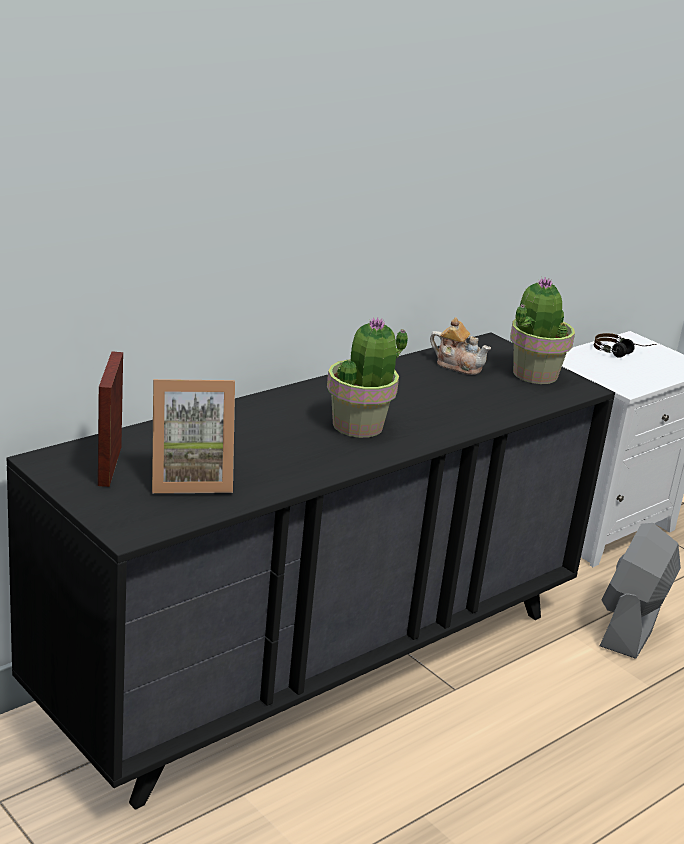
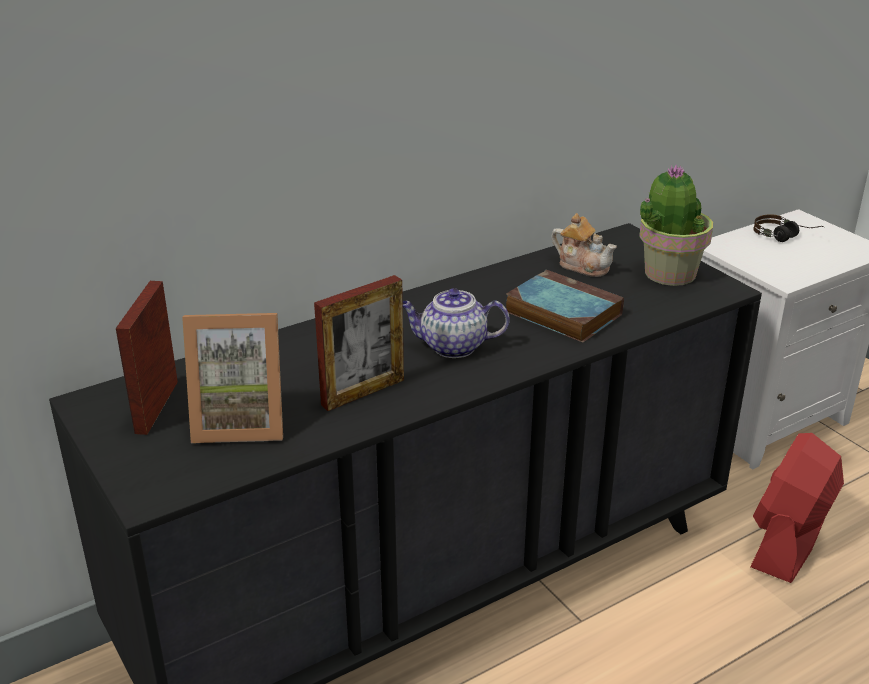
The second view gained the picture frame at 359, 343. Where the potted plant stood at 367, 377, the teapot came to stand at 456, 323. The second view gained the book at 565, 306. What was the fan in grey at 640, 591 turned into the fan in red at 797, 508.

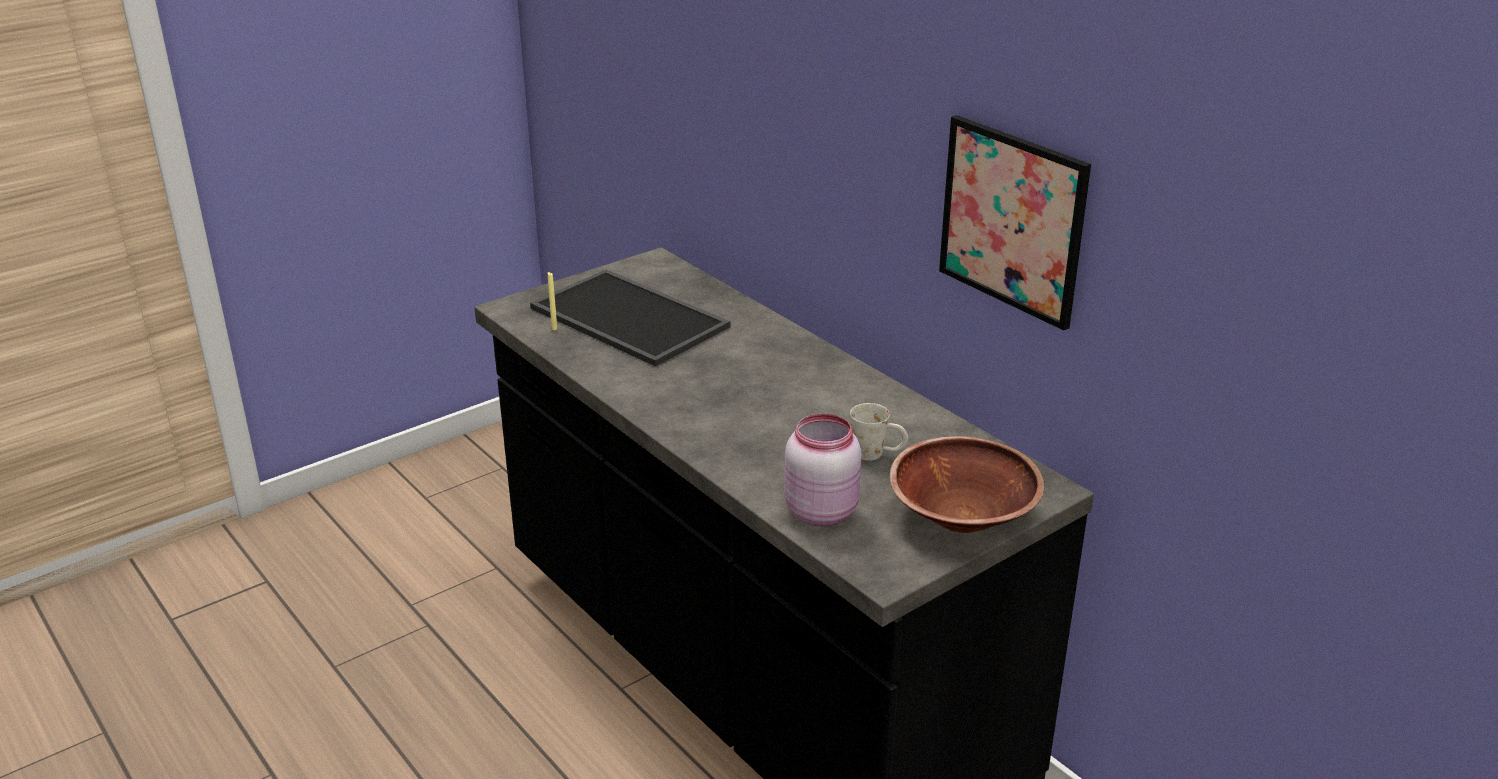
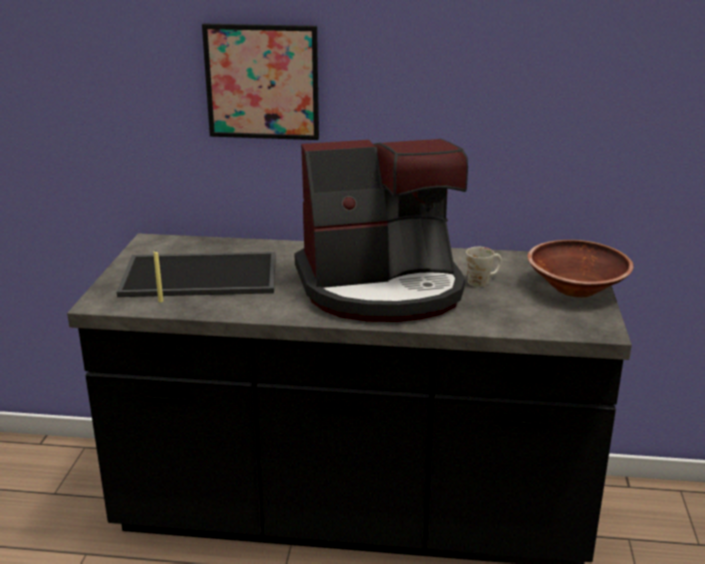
The picture ended up elsewhere, having gone from 1015, 223 to 260, 82. The second view gained the coffee machine at 381, 230. The second view lost the jar in pink at 823, 470.

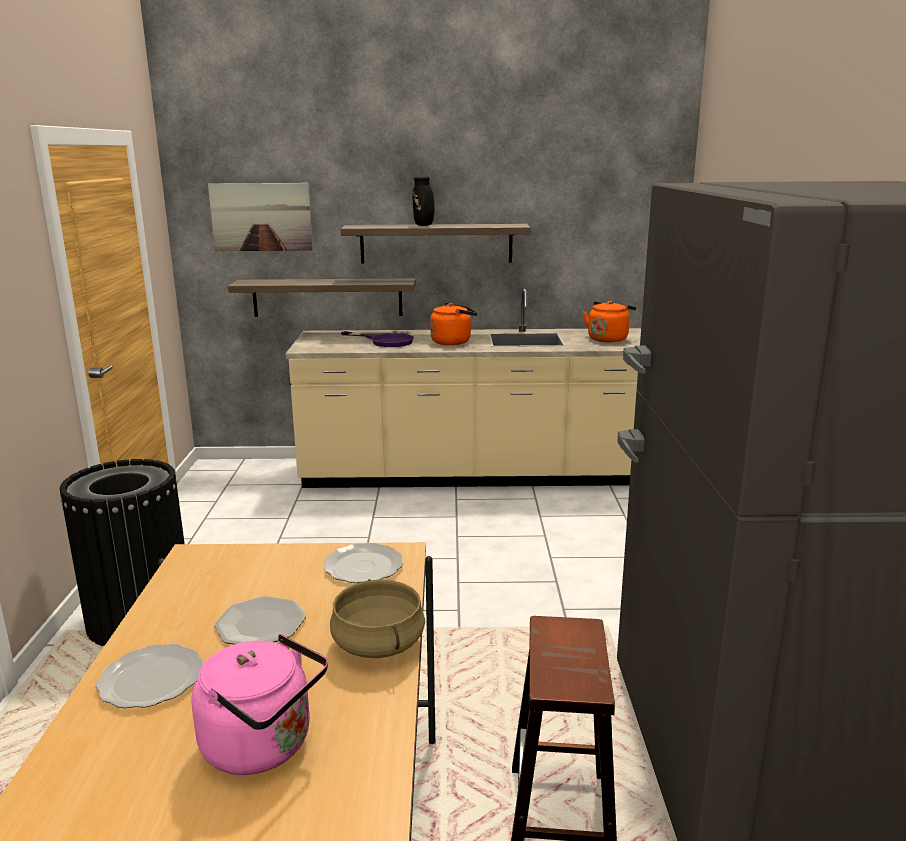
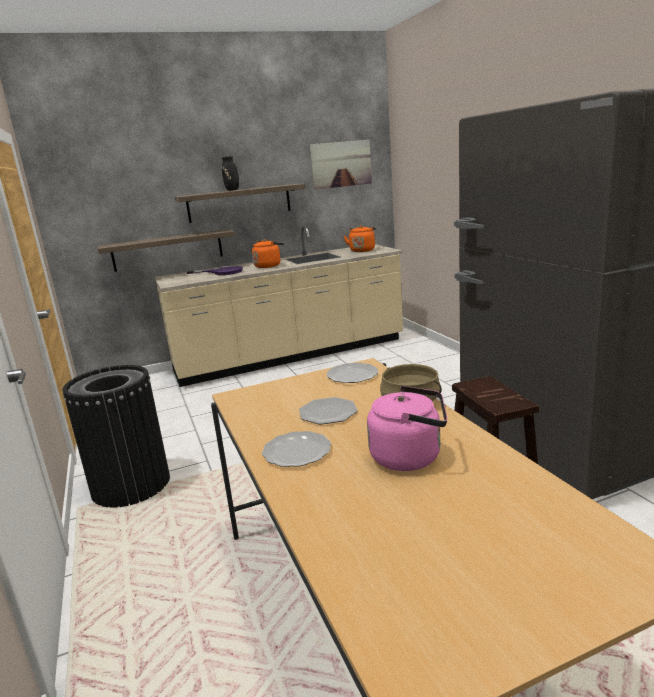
The picture ended up elsewhere, having gone from 260, 217 to 341, 165.

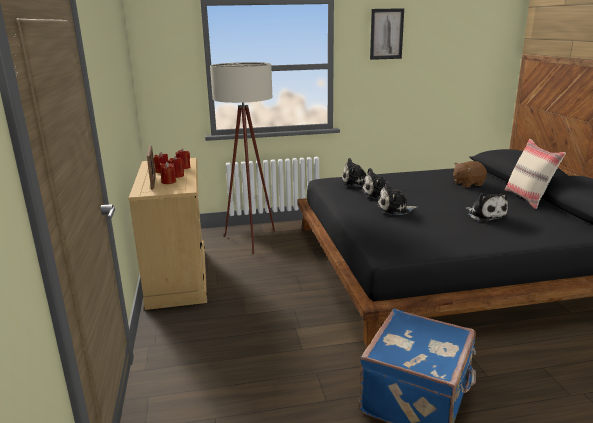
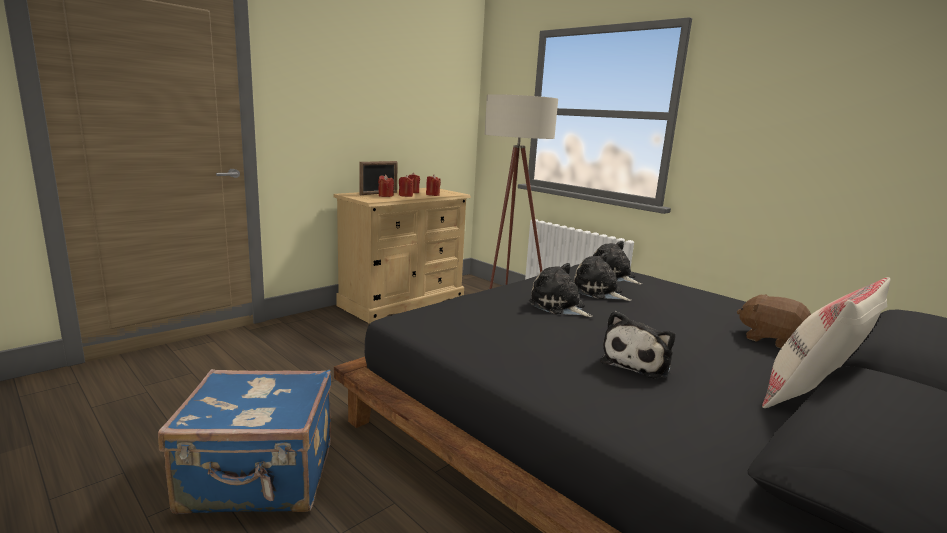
The second view lost the picture at 387, 34.

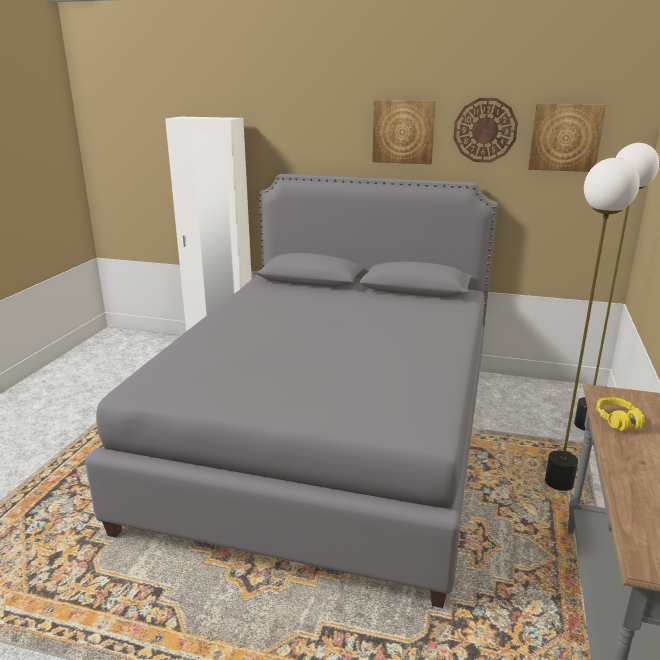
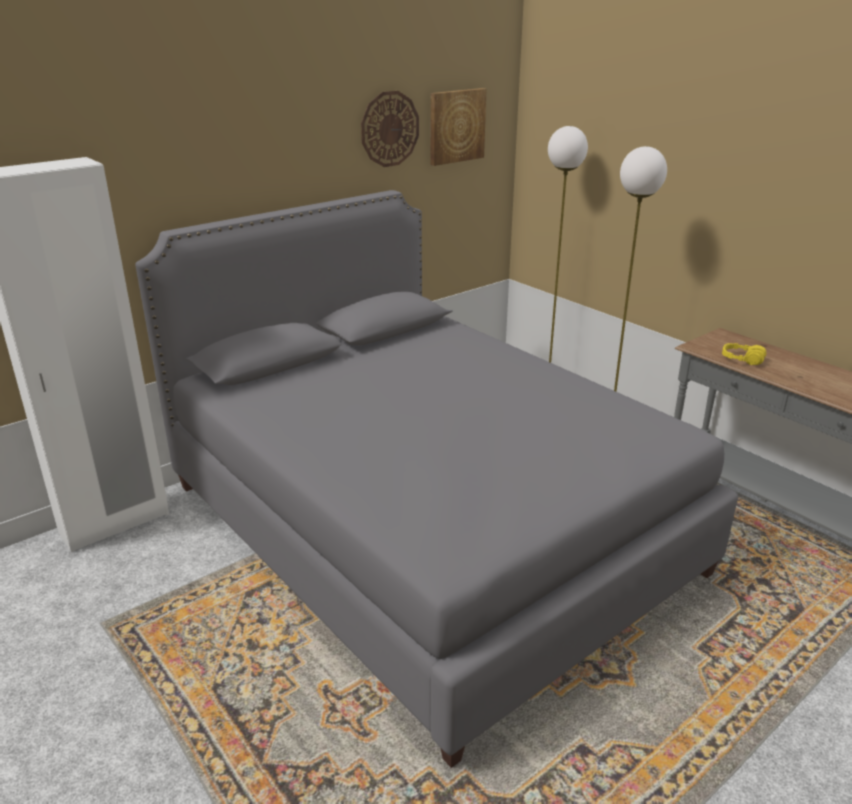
The second view lost the picture at 404, 132.

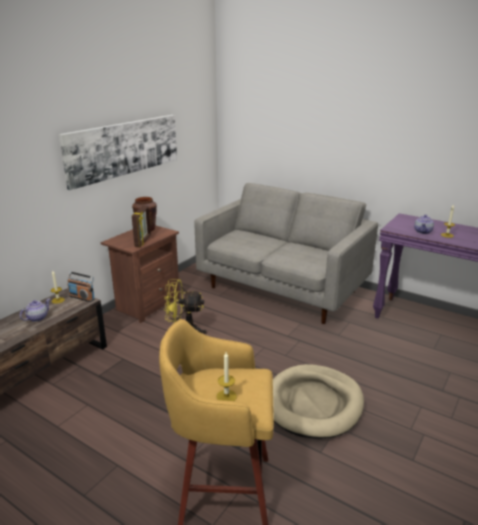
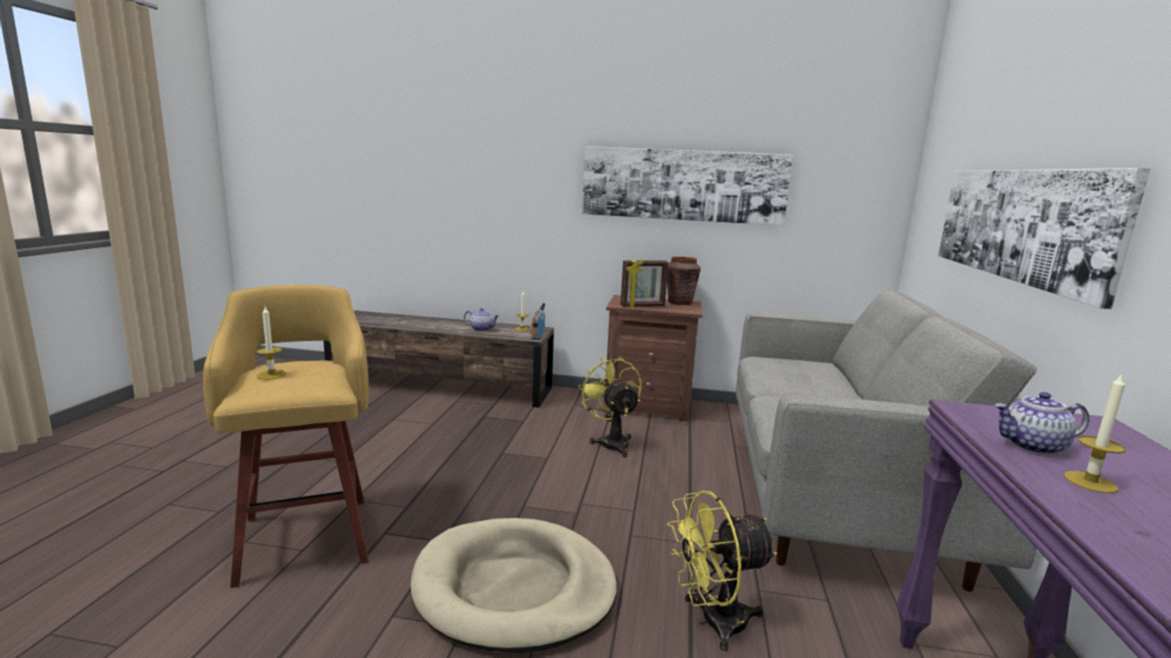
The second view gained the fan in yellow at 722, 570. The second view gained the picture at 1044, 238.

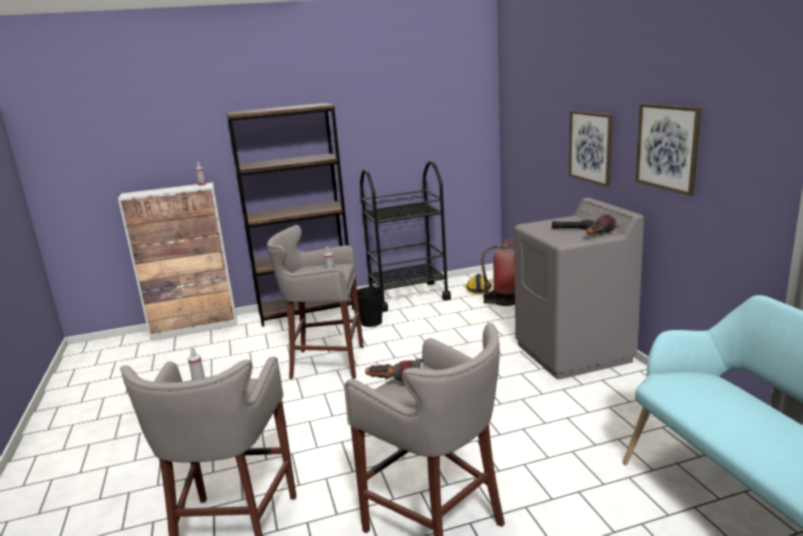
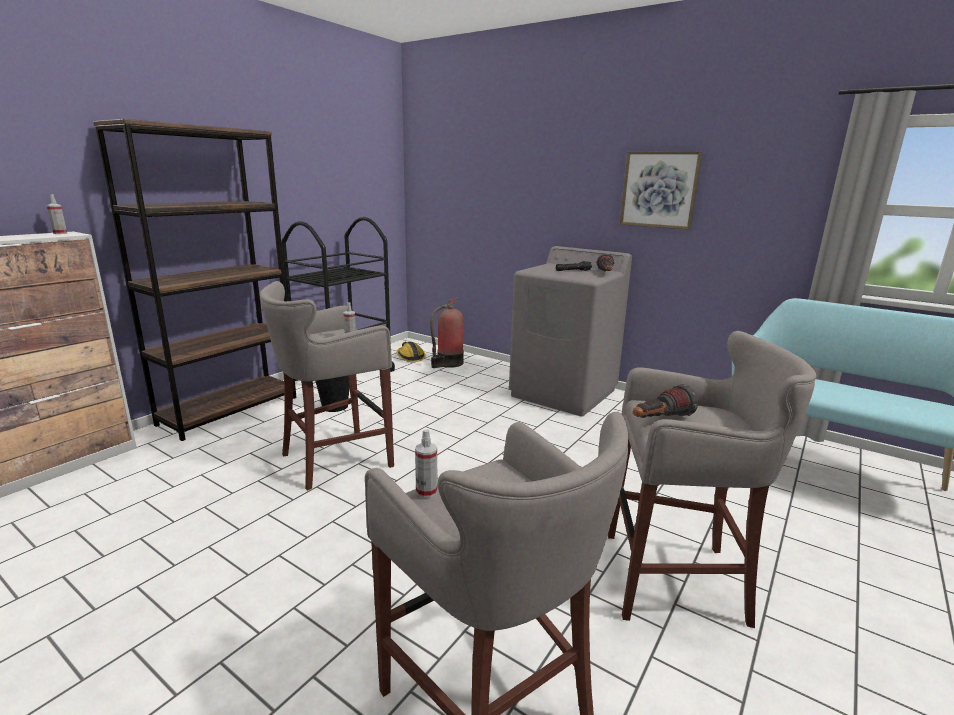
The second view lost the picture at 591, 149.

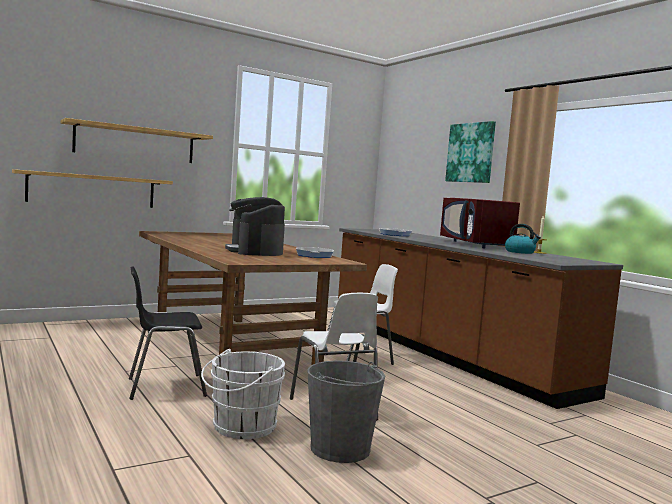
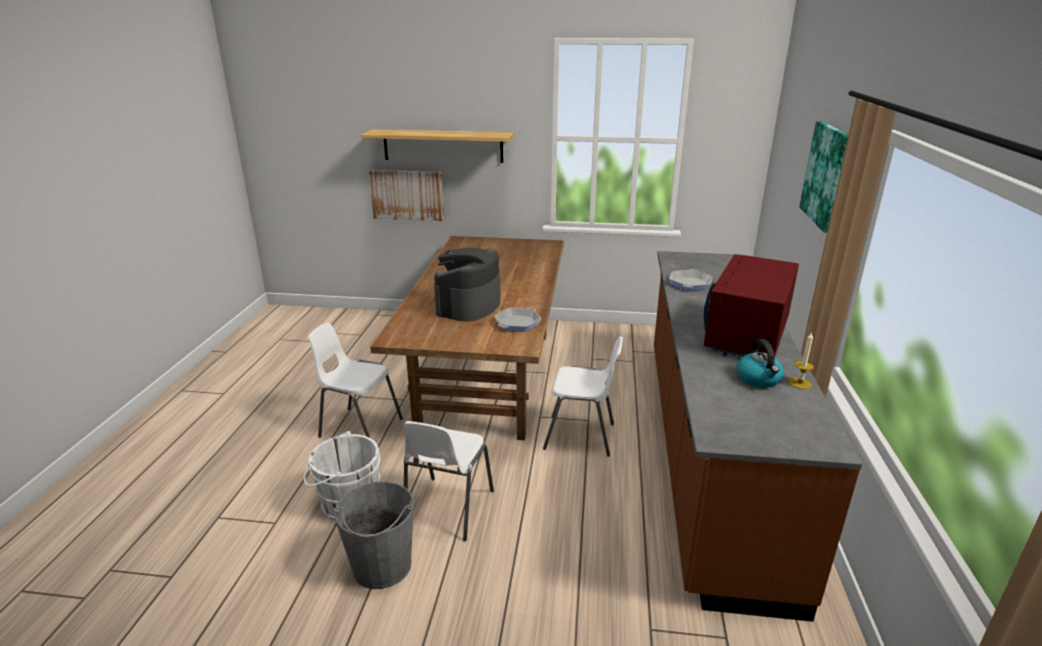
What was the chair in black at 168, 333 turned into the chair in white at 355, 380. Where the shelf hung at 92, 188, the picture came to hang at 406, 195.

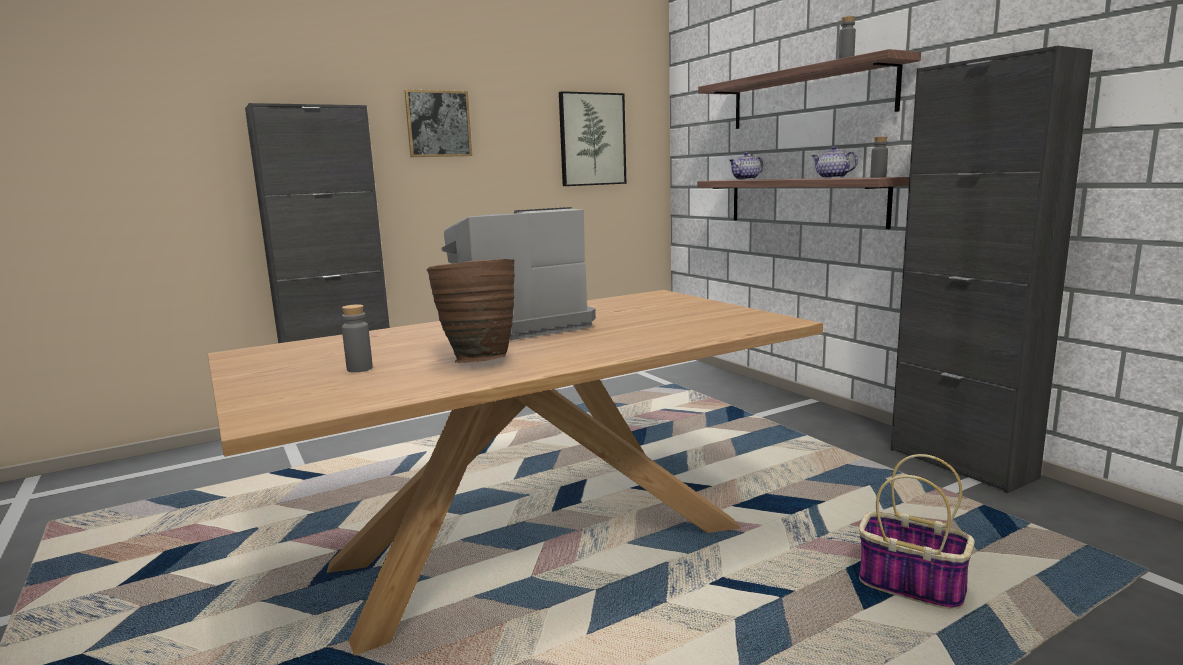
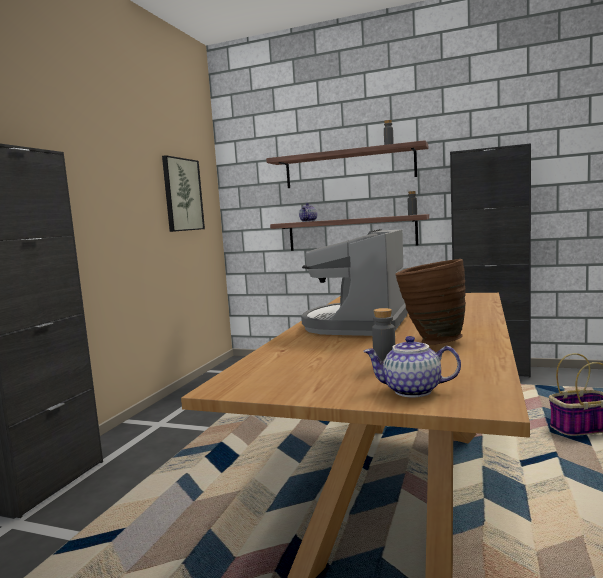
The teapot ended up elsewhere, having gone from 835, 162 to 412, 366. The second view lost the picture at 438, 123.

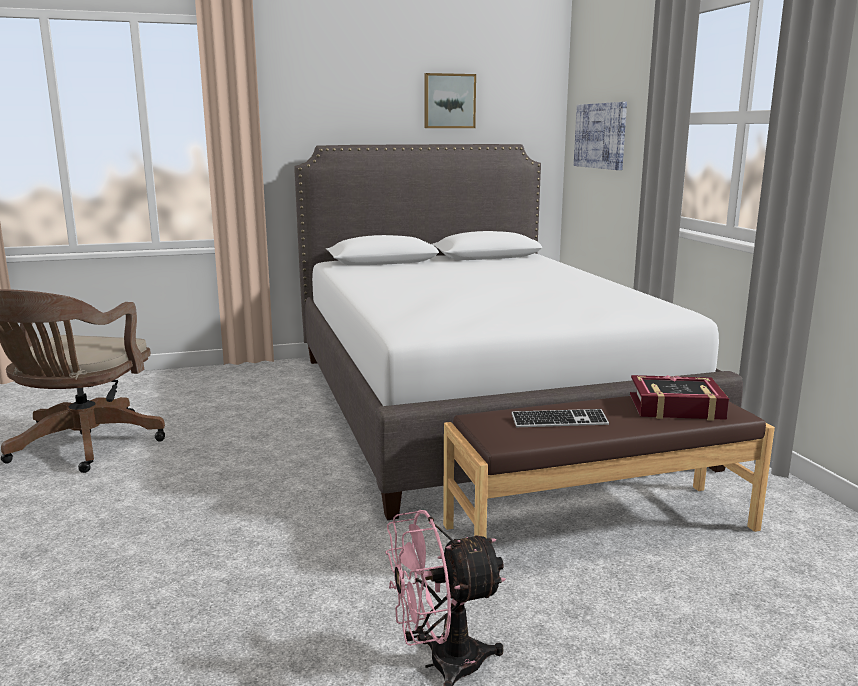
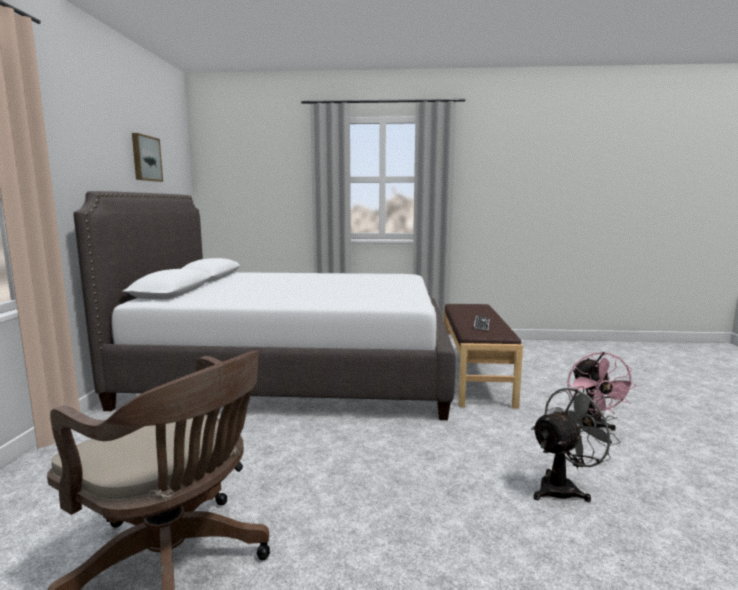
The second view gained the fan in grey at 576, 444. The second view lost the picture at 600, 136. The second view lost the book at 679, 398.

